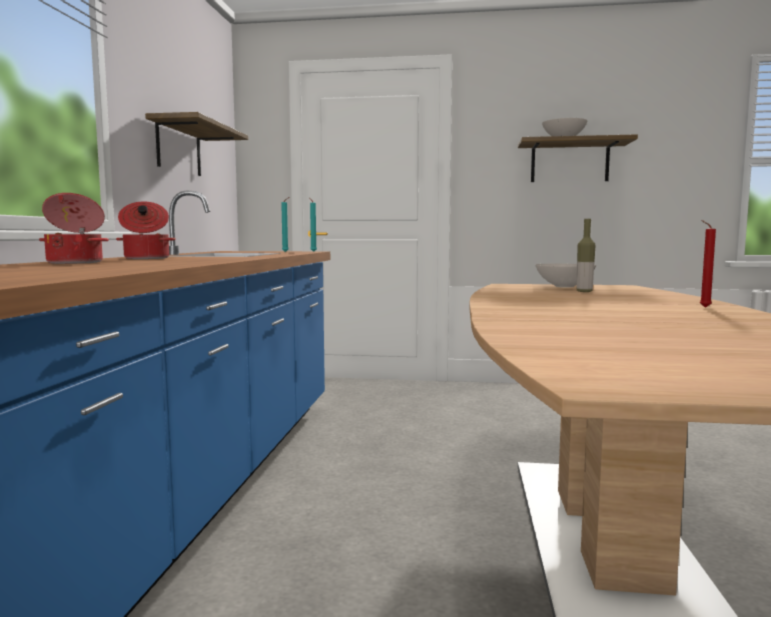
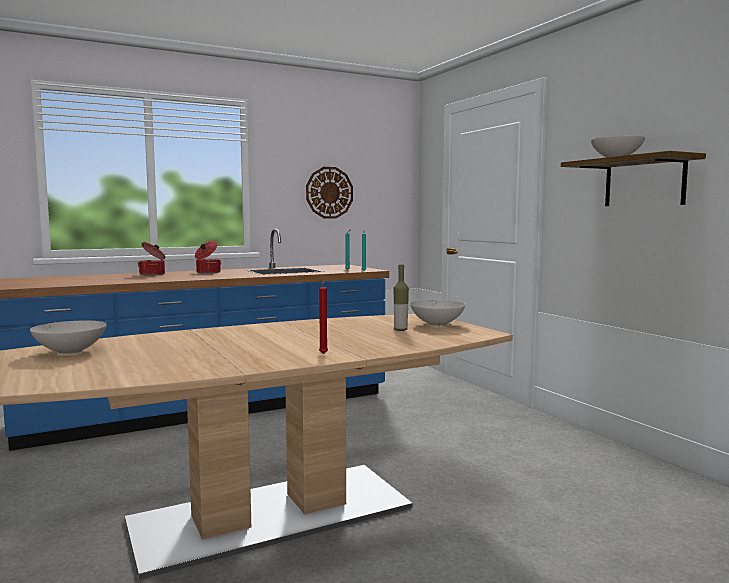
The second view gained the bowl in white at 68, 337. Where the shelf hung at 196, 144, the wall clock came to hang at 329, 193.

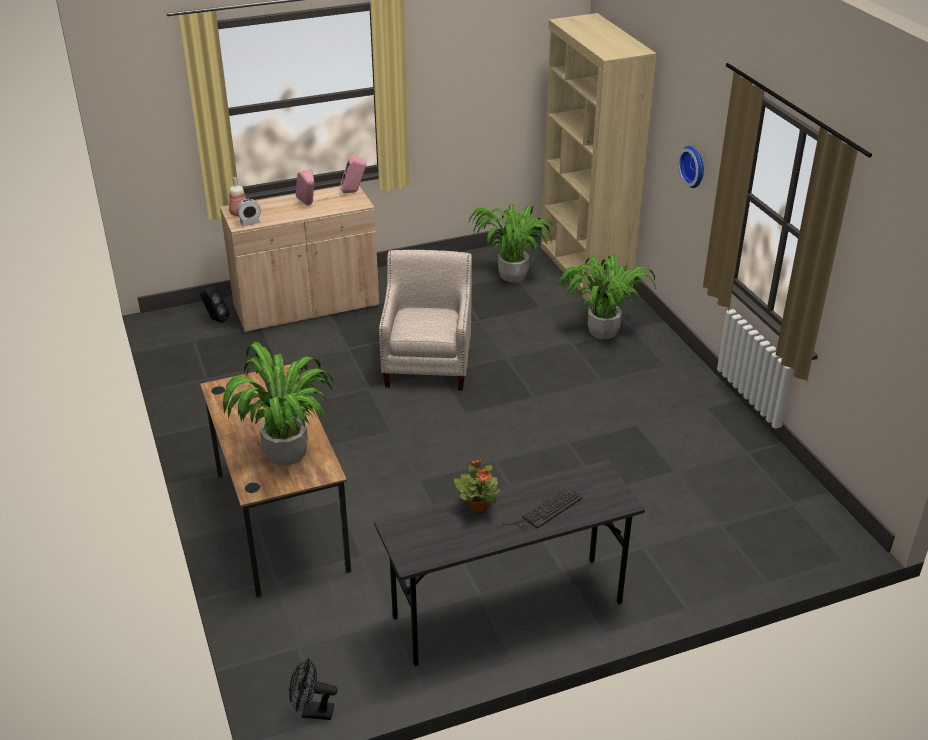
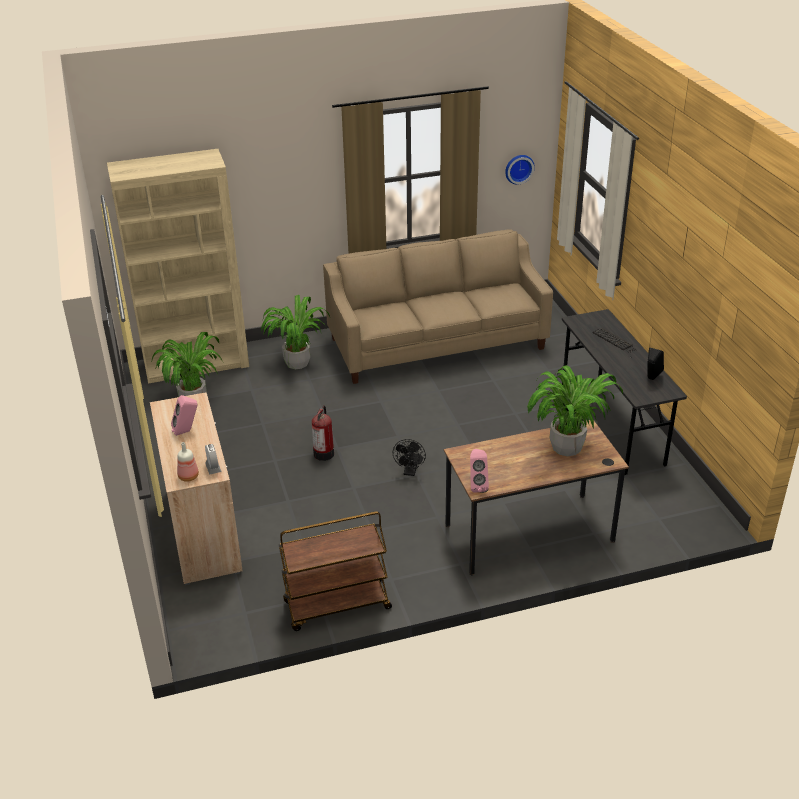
The second view gained the cart in brown at 335, 571. Where the armchair in beige stood at 425, 320, the fire extinguisher came to stand at 323, 433. The second view gained the sofa in beige at 438, 306. The fan in black ended up elsewhere, having gone from 313, 689 to 409, 457. The speaker in pink ended up elsewhere, having gone from 353, 174 to 479, 471. The wall clock ended up elsewhere, having gone from 691, 167 to 520, 169. The speaker in black ended up elsewhere, having gone from 214, 304 to 656, 364. The second view lost the potted plant at 477, 486.

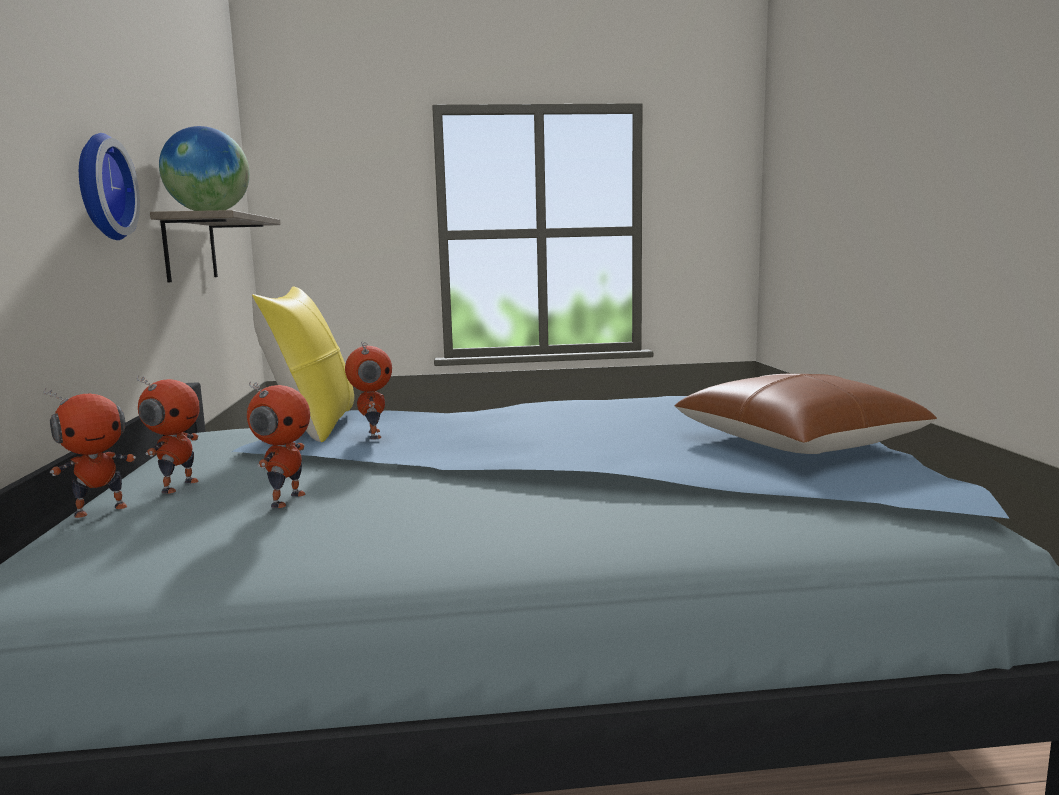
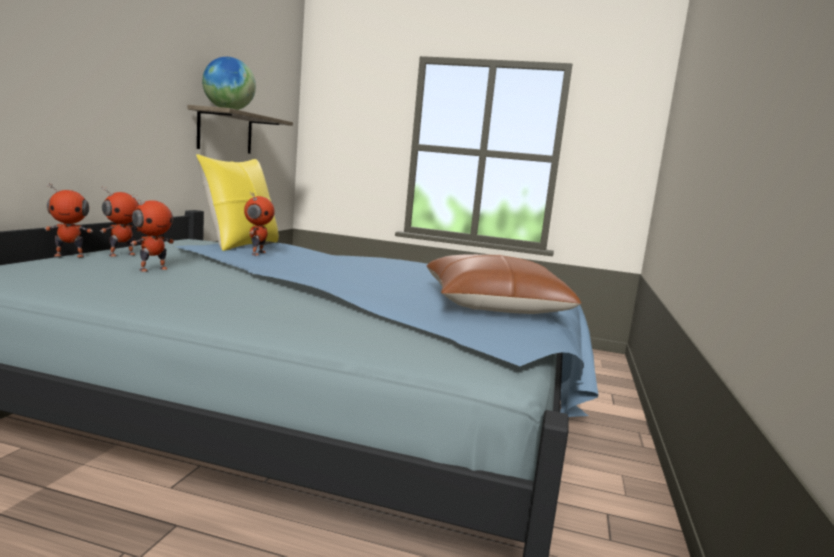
The second view lost the wall clock at 109, 186.

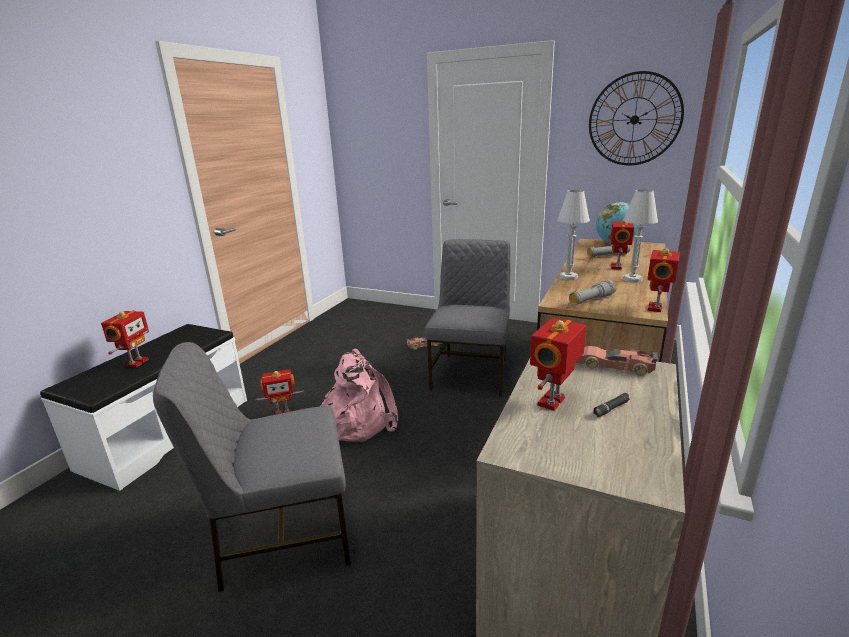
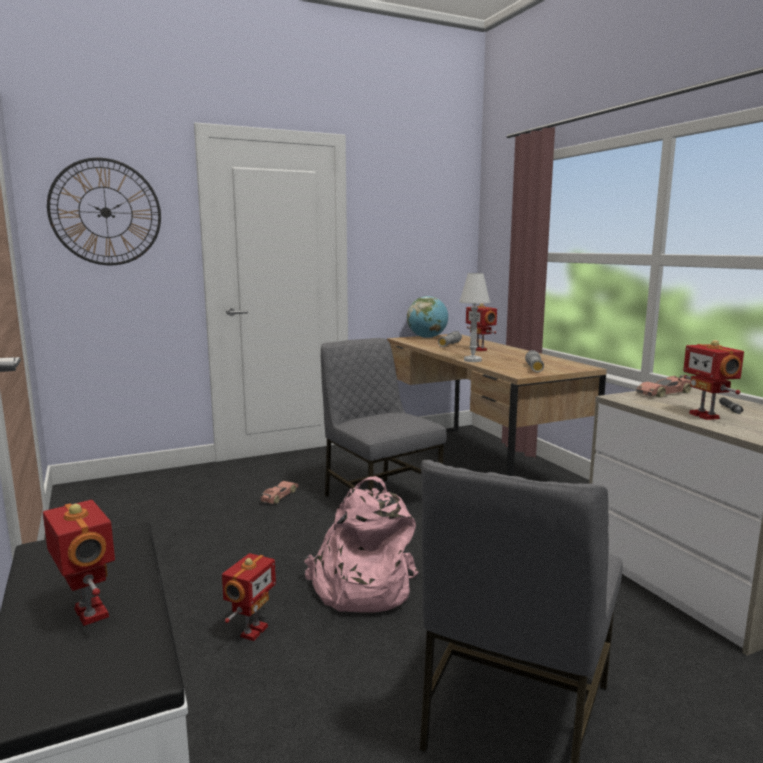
The wall clock ended up elsewhere, having gone from 636, 118 to 104, 211. The second view lost the table lamp in white at 640, 236. The second view lost the toy robot at 663, 280.

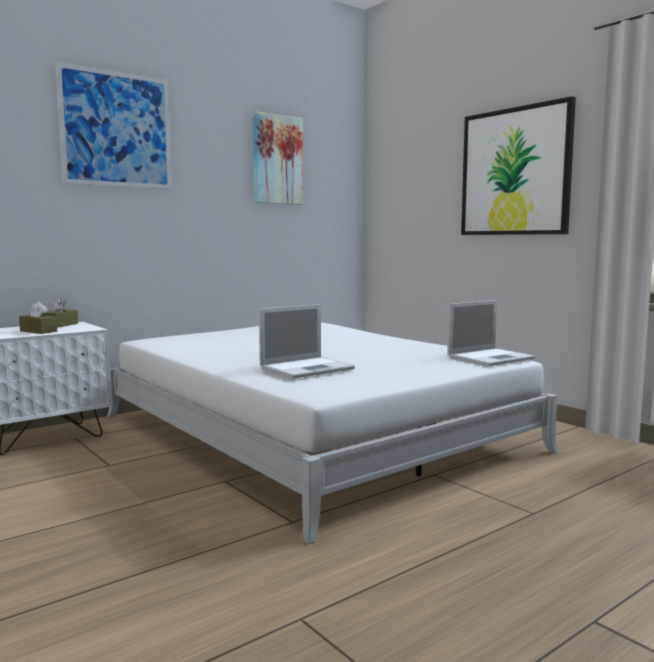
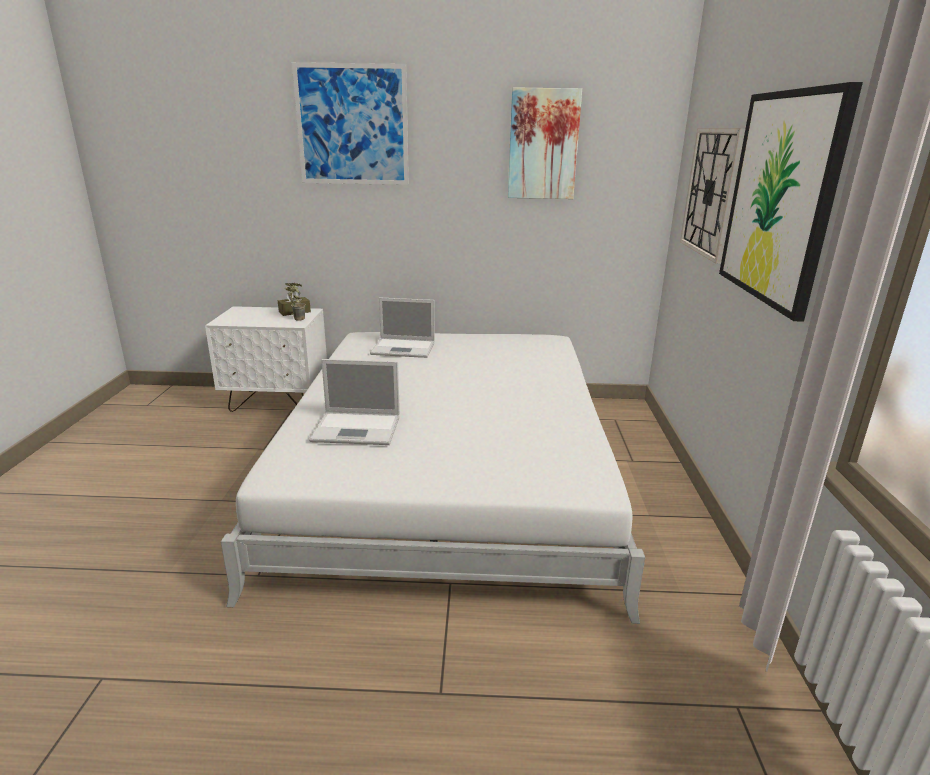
The second view gained the potted plant at 295, 302. The laptop ended up elsewhere, having gone from 491, 333 to 402, 327. The second view gained the wall clock at 712, 196. The second view lost the tissue box in brown at 38, 318.

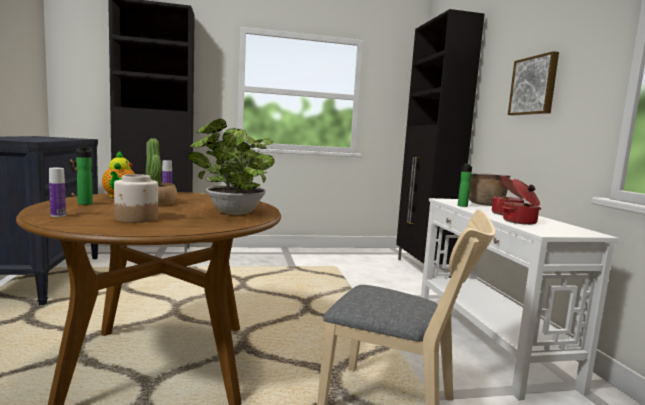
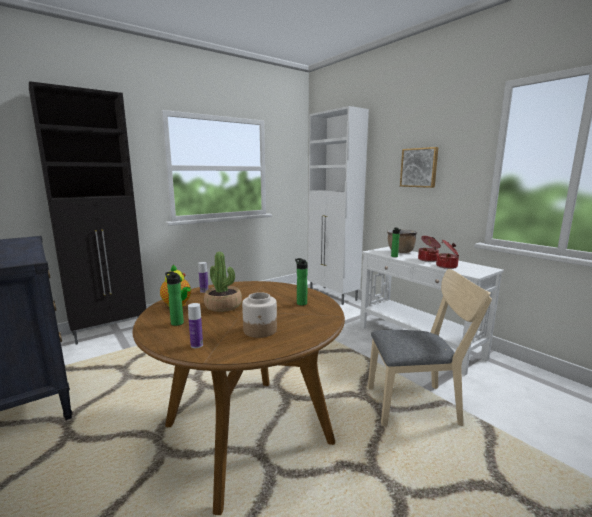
Where the potted plant stood at 231, 167, the bottle came to stand at 301, 282. What was the cabinet in black at 440, 143 turned into the cabinet in white at 338, 205.

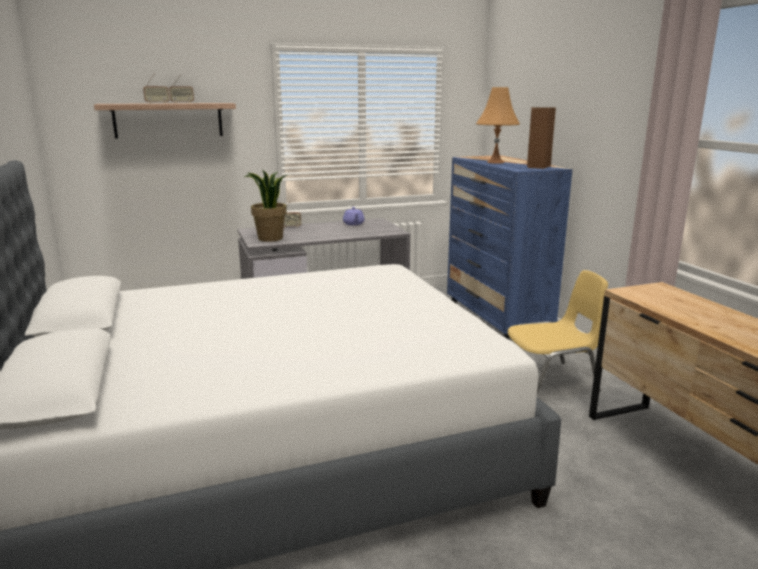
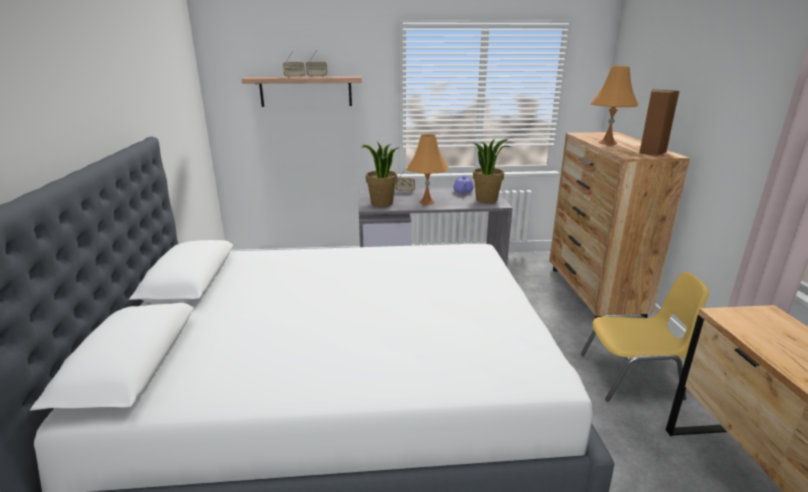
The second view gained the table lamp in orange at 427, 169. The second view gained the potted plant at 491, 171. What was the dresser in blue at 509, 247 turned into the dresser in brown at 619, 225.

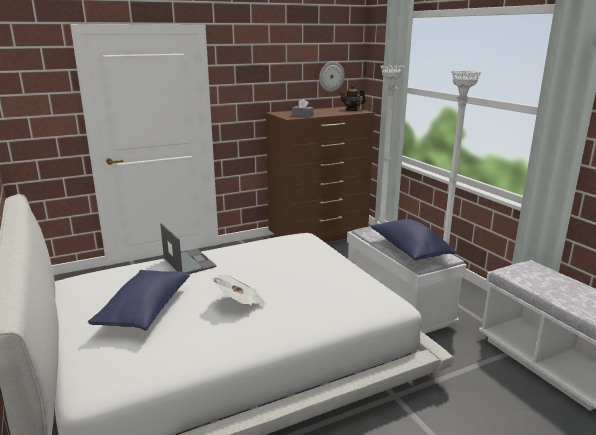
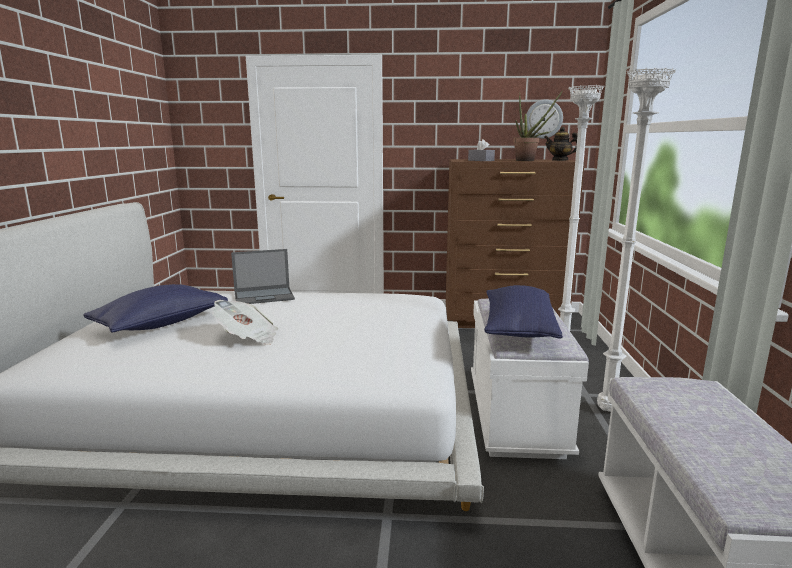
The laptop at 188, 248 ended up facing another way, 75 degrees clockwise from before. The second view gained the potted plant at 538, 125.

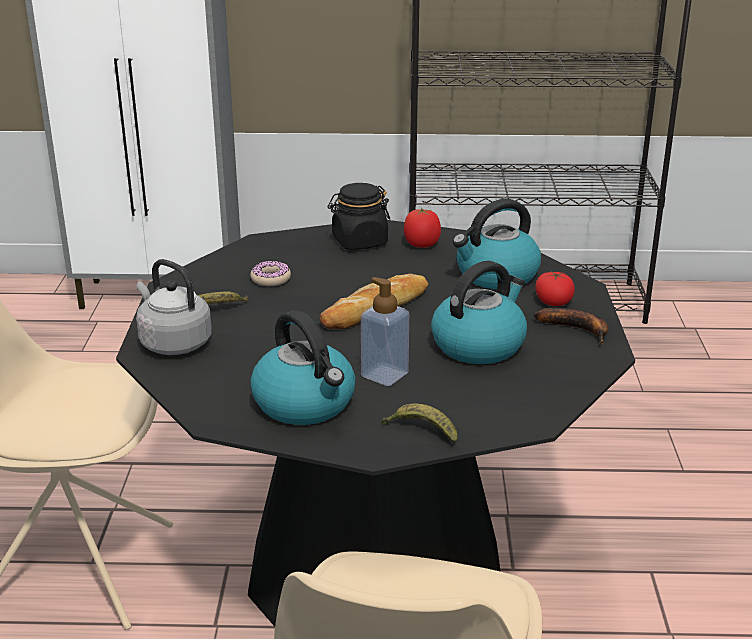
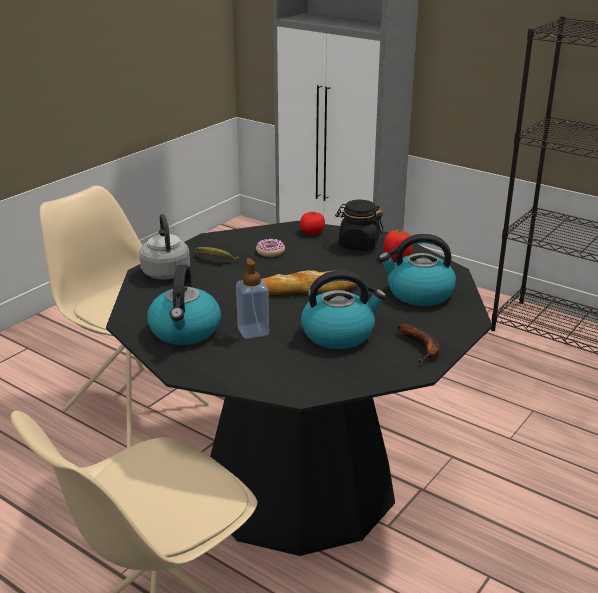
The tomato ended up elsewhere, having gone from 555, 288 to 312, 223. The second view lost the banana at 419, 423.

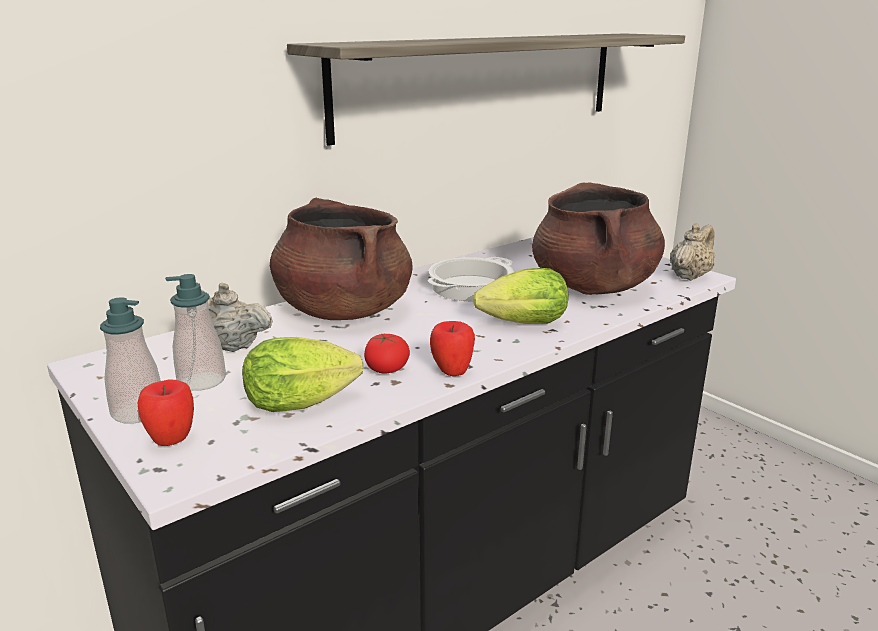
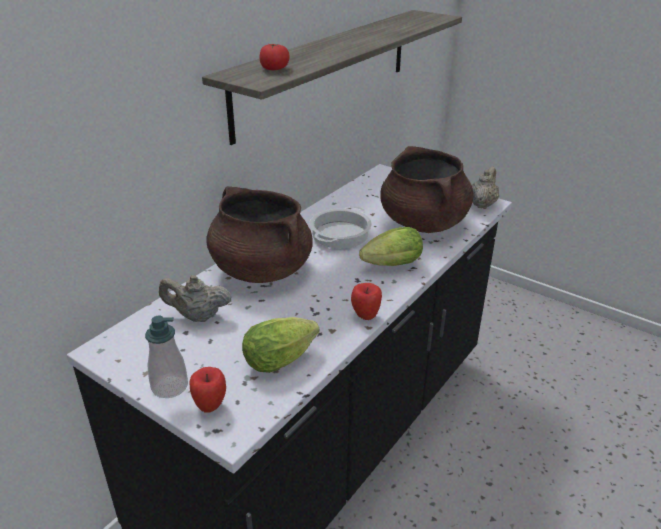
The tomato ended up elsewhere, having gone from 387, 354 to 275, 57. The second view lost the soap dispenser at 195, 332.

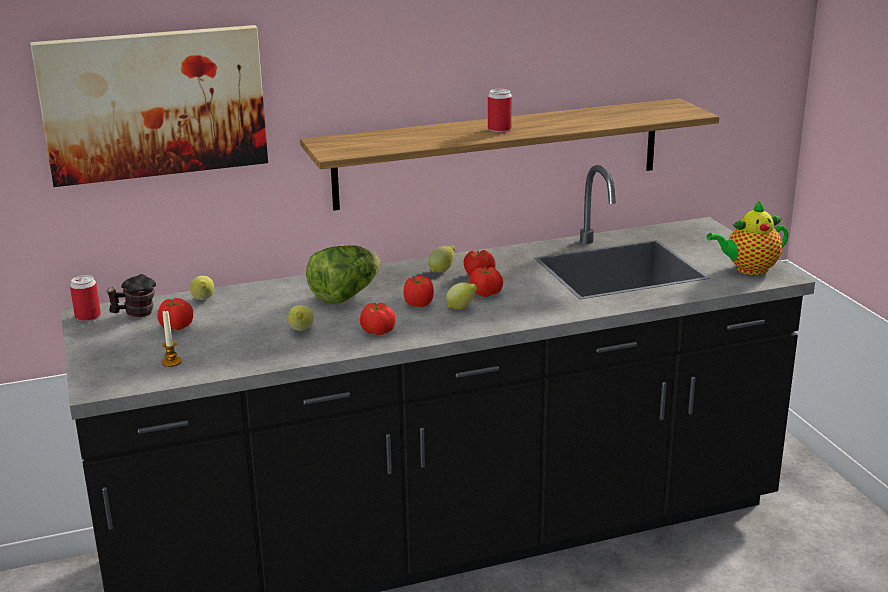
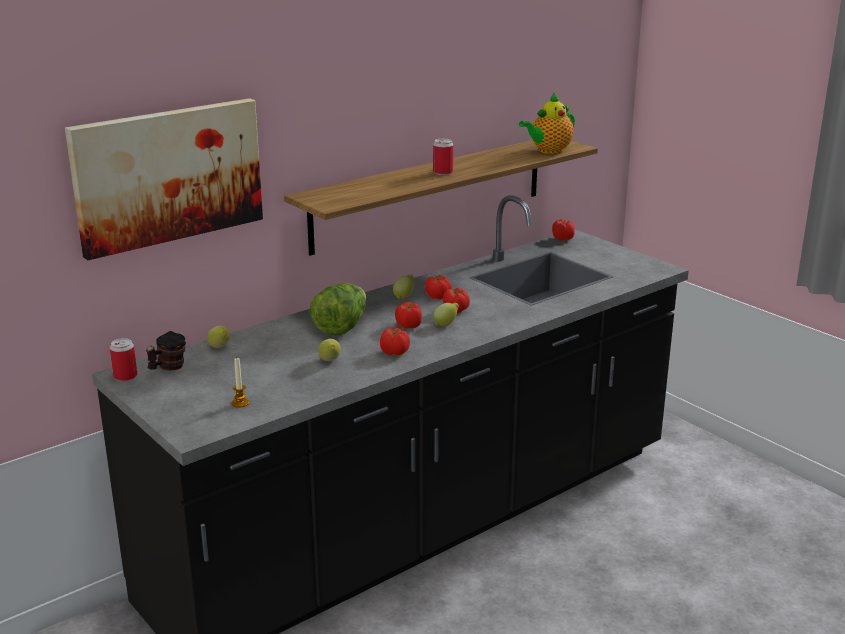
The teapot ended up elsewhere, having gone from 747, 238 to 547, 123. The tomato ended up elsewhere, having gone from 175, 314 to 563, 230.

